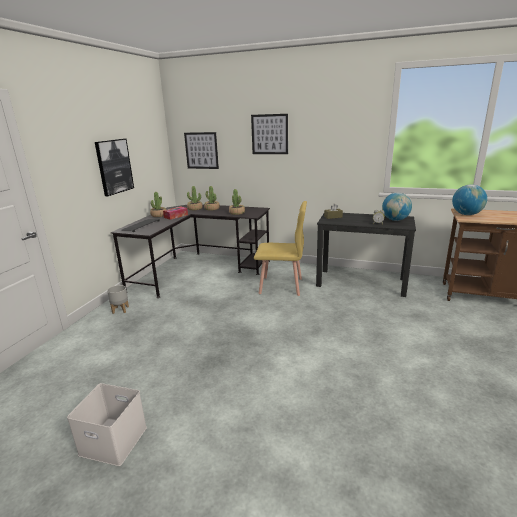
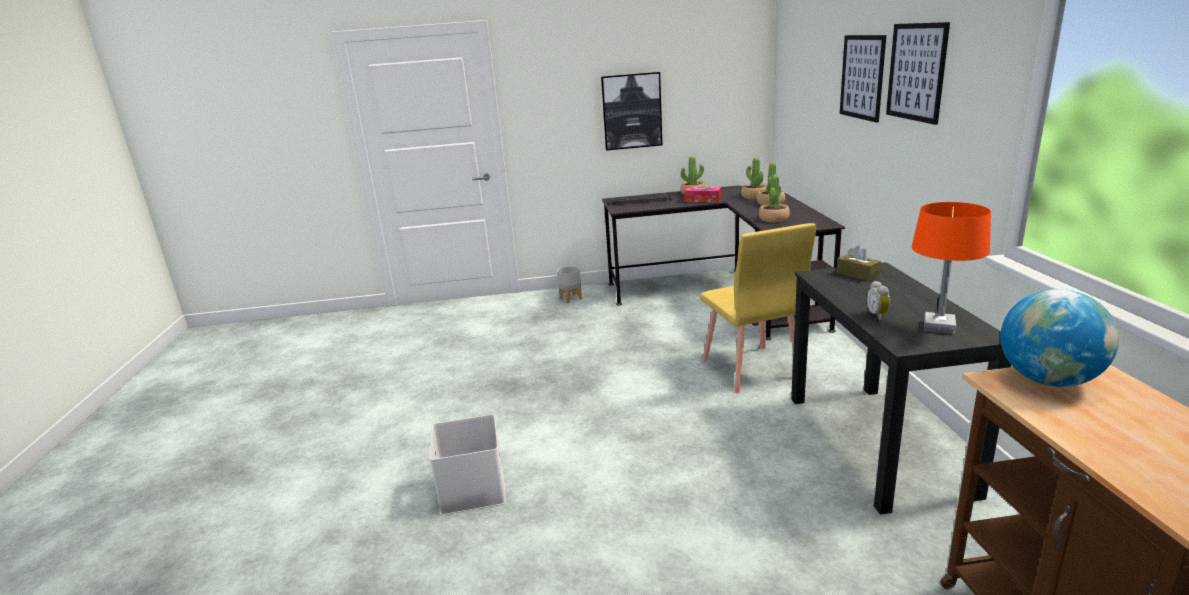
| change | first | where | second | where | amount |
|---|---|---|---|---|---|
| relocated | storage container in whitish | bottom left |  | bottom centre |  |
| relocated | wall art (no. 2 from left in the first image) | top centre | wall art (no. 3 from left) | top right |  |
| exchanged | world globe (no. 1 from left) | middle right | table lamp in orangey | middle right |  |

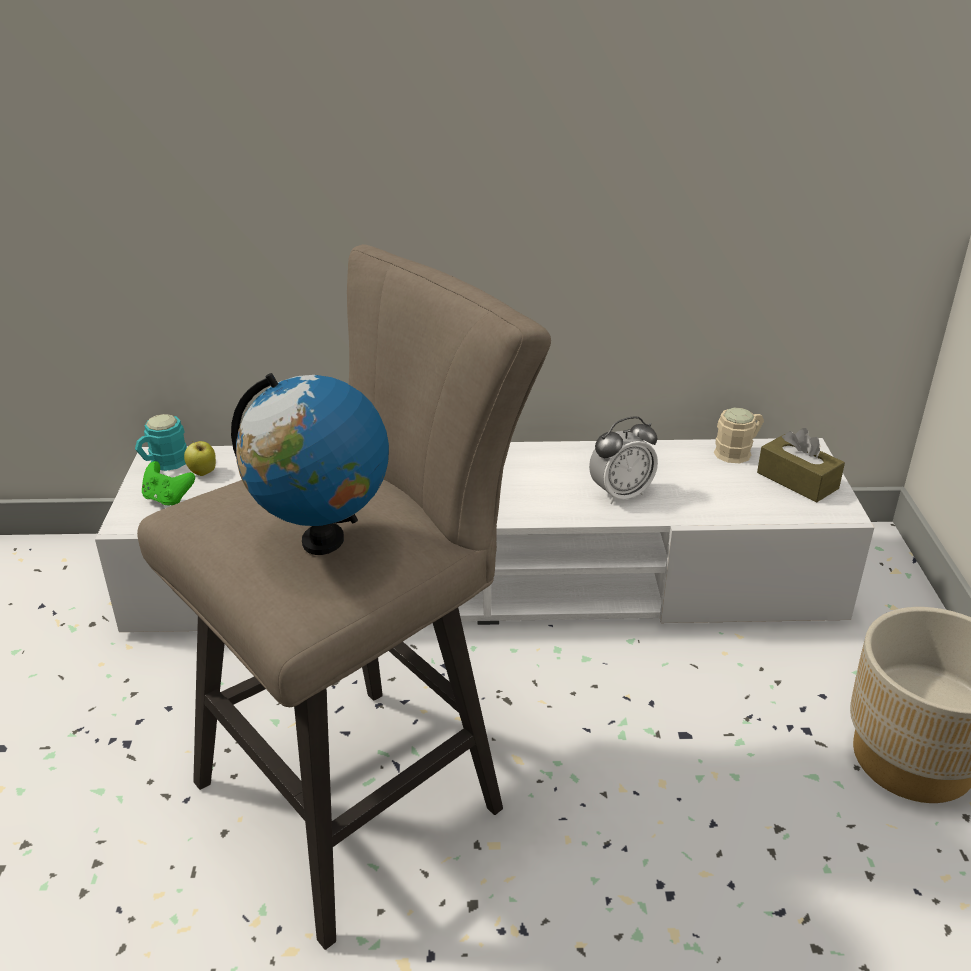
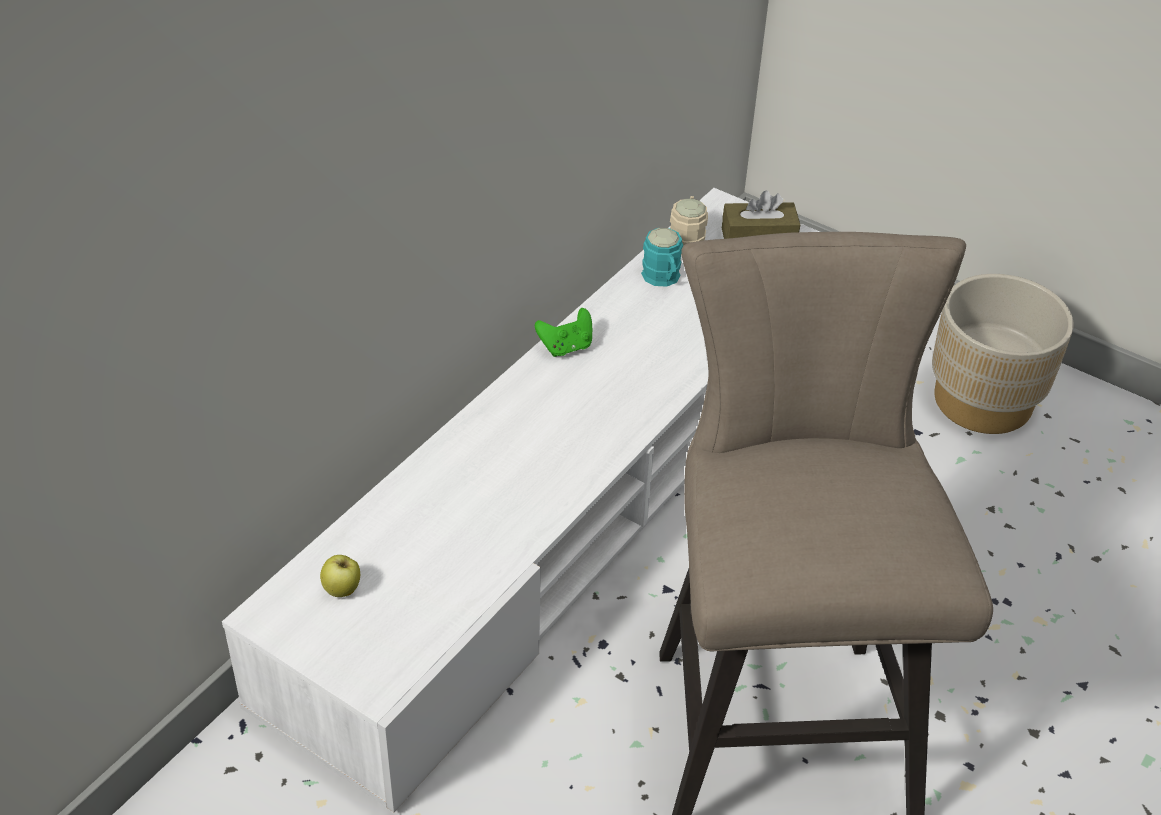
| change | first | where | second | where | amount |
|---|---|---|---|---|---|
| relocated | game controller in green-coloured | middle left |  | centre |  |
| relocated | coffee mug in turquoise-coloured | middle left |  | top centre |  |
| missing | world globe | middle left |  |  |  |
| missing | alarm clock | centre |  |  |  |

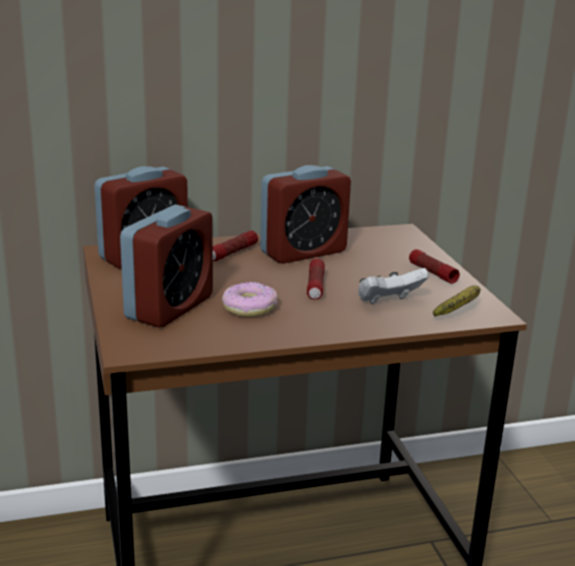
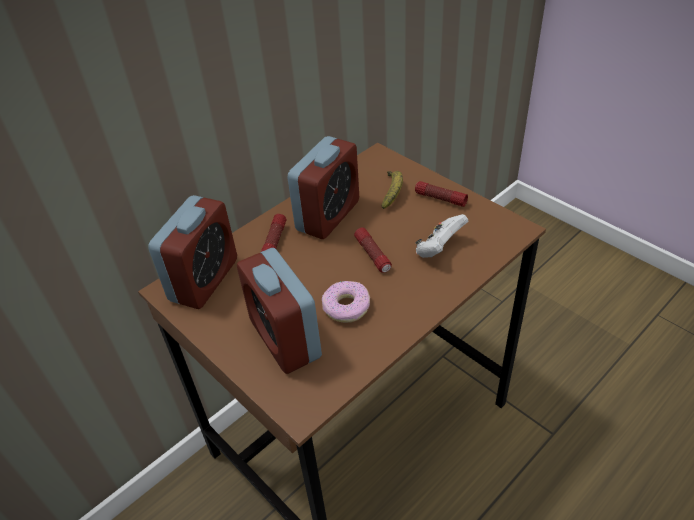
| change | first | where | second | where | amount |
|---|---|---|---|---|---|
| spun | alarm clock (no. 2 from left) | middle left |  | centre | 150 degrees clockwise |
| relocated | whole banana | middle right |  | centre |  |

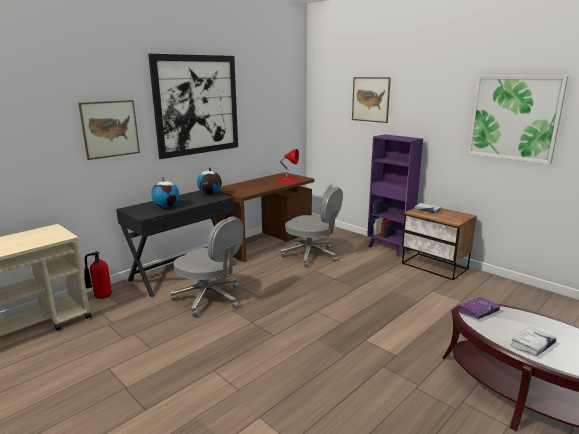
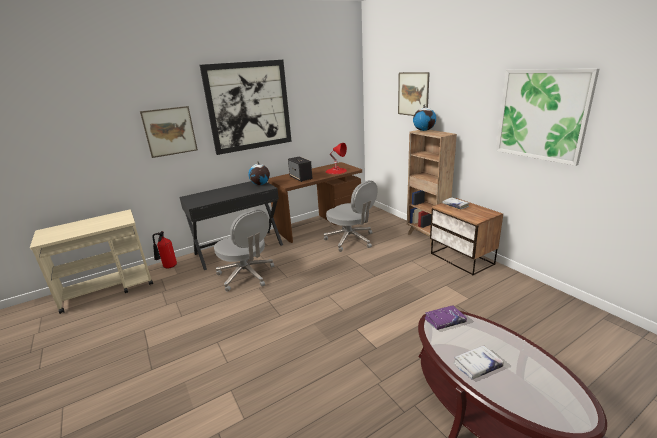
| change | first | where | second | where | amount |
|---|---|---|---|---|---|
| appeared |  |  | speaker | centre |  |
| colour | bookcase in purple | middle right | bookcase in brownish | centre |  |
| relocated | world globe (no. 1 from left in the first image) | middle left | world globe (no. 2 from left) | top centre |  |

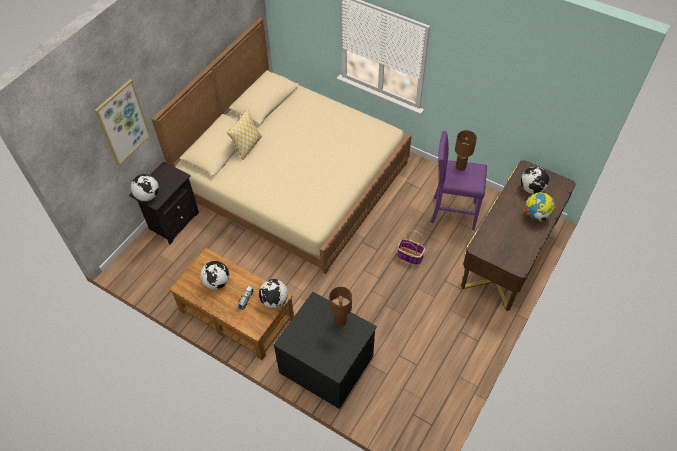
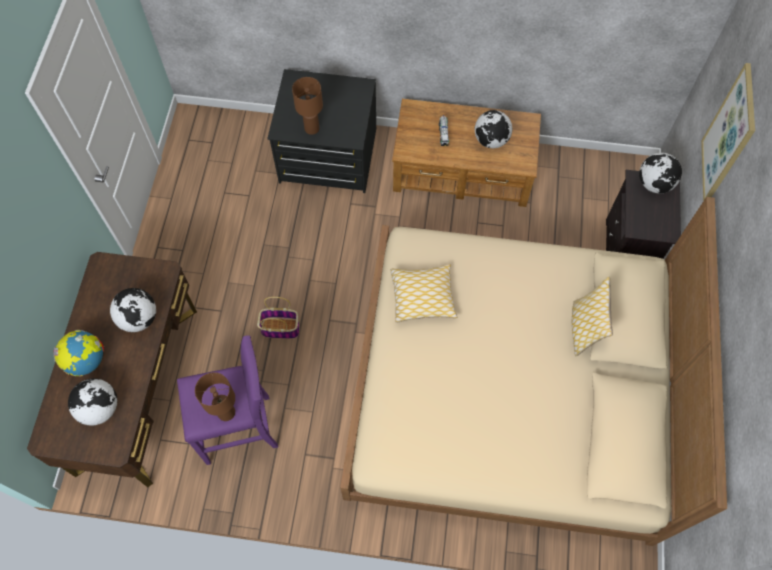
| change | first | where | second | where | amount |
|---|---|---|---|---|---|
| relocated | world globe (no. 3 from left) | centre |  | middle left |  |
| appeared |  |  | cushion (no. 1 from left) | centre |  |

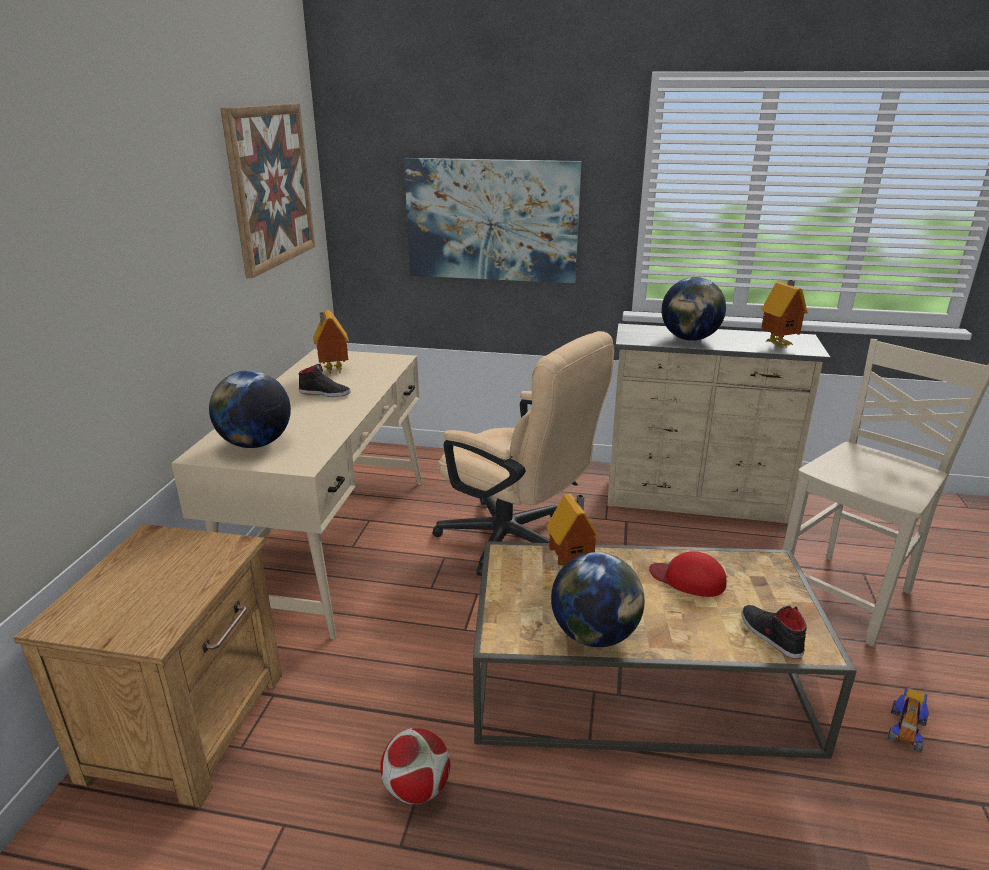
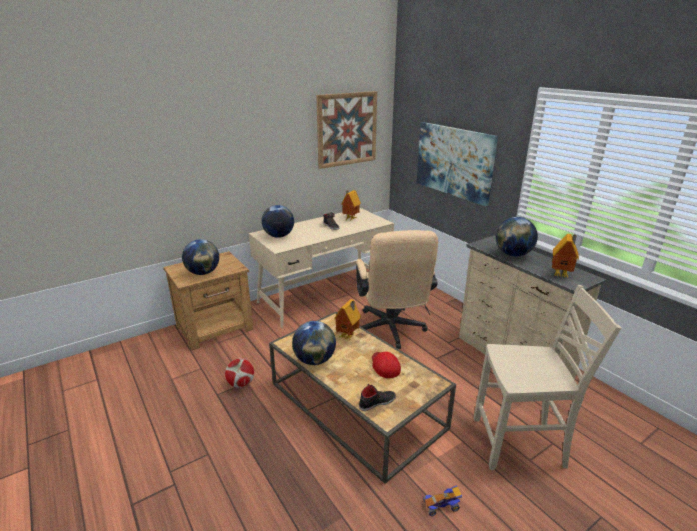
| change | first | where | second | where | amount |
|---|---|---|---|---|---|
| appeared |  |  | world globe (no. 1 from left) | middle left |  |
| spun | low shoe in blackish (no. 2 from left) | bottom right |  | bottom centre | 45 degrees clockwise |

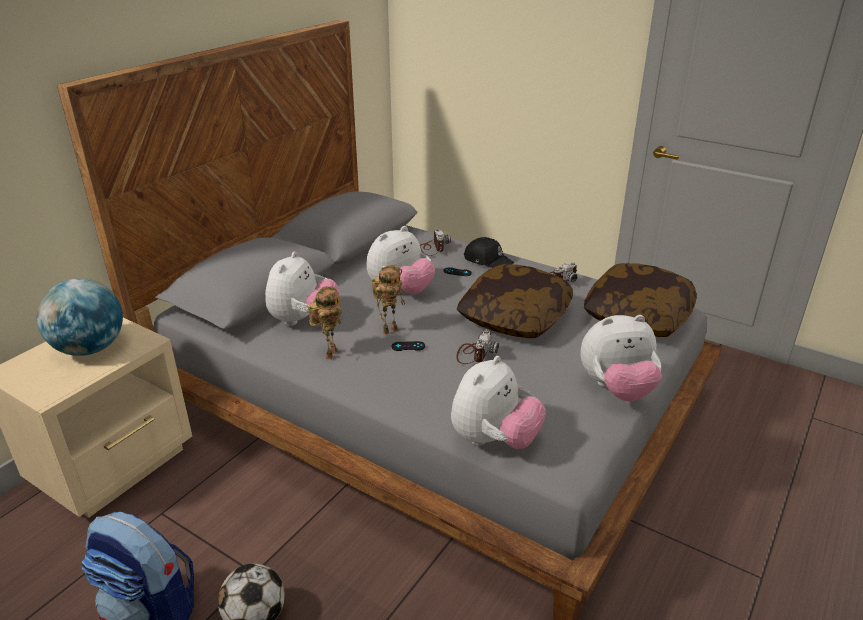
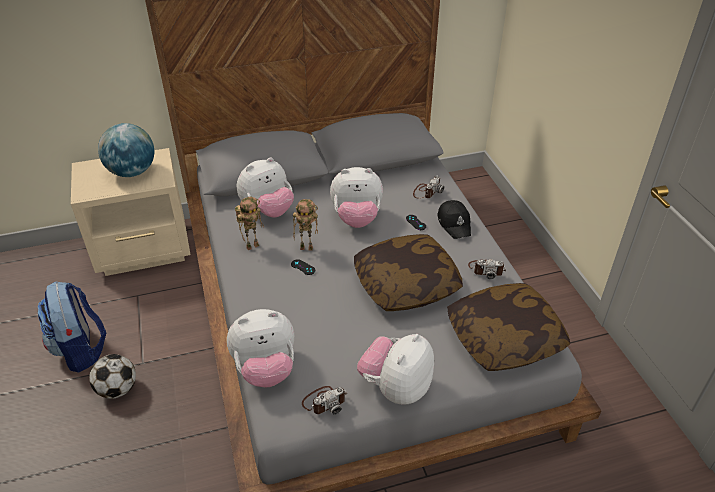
| change | first | where | second | where | amount |
|---|---|---|---|---|---|
| relocated | photo camera (no. 2 from left in the first image) | centre | photo camera (no. 1 from left) | bottom centre |  |
| spun | soft toy (no. 4 from left) | middle right |  | bottom centre | 90 degrees clockwise |

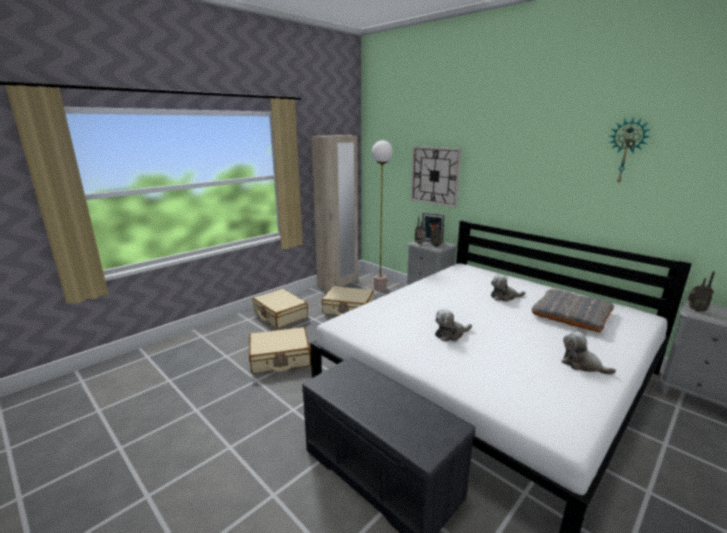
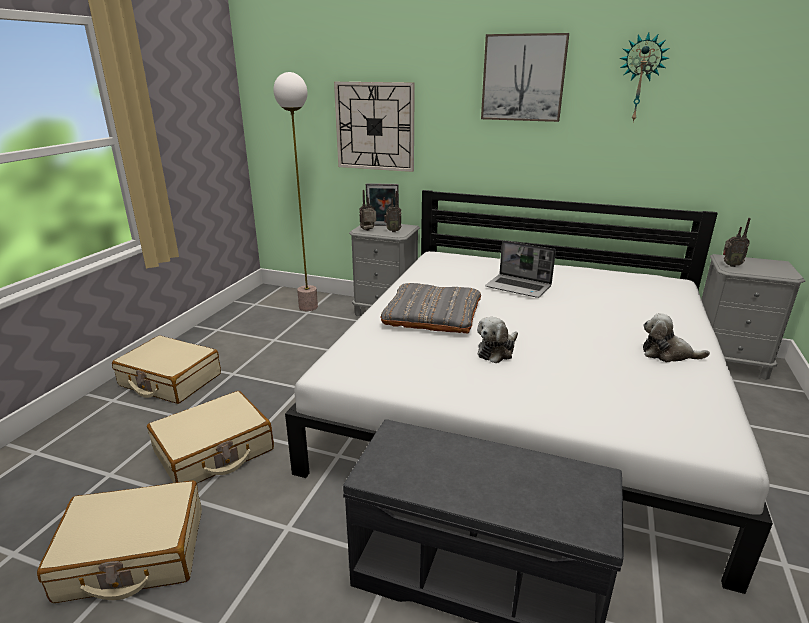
| change | first | where | second | where | amount |
|---|---|---|---|---|---|
| relocated | piece of luggage in sand-coloured (no. 3 from left in the first image) | centre | piece of luggage in sand-coloured (no. 1 from left) | bottom left |  |
| relocated | cushion in gray | middle right |  | centre |  |
| appeared |  |  | wall art | top centre |  |
| exchanged | soft toy (no. 2 from left) | middle right | portable computer | centre |  |
| missing | wardrobe in sand-coloured | centre |  |  |  |

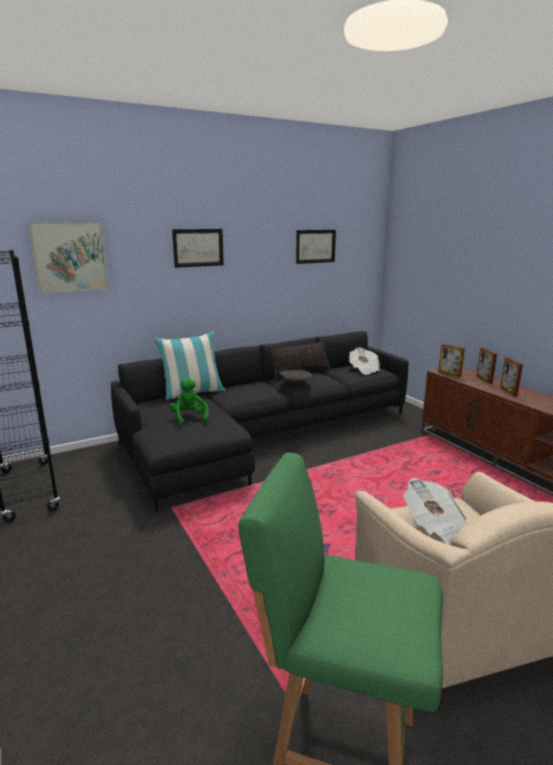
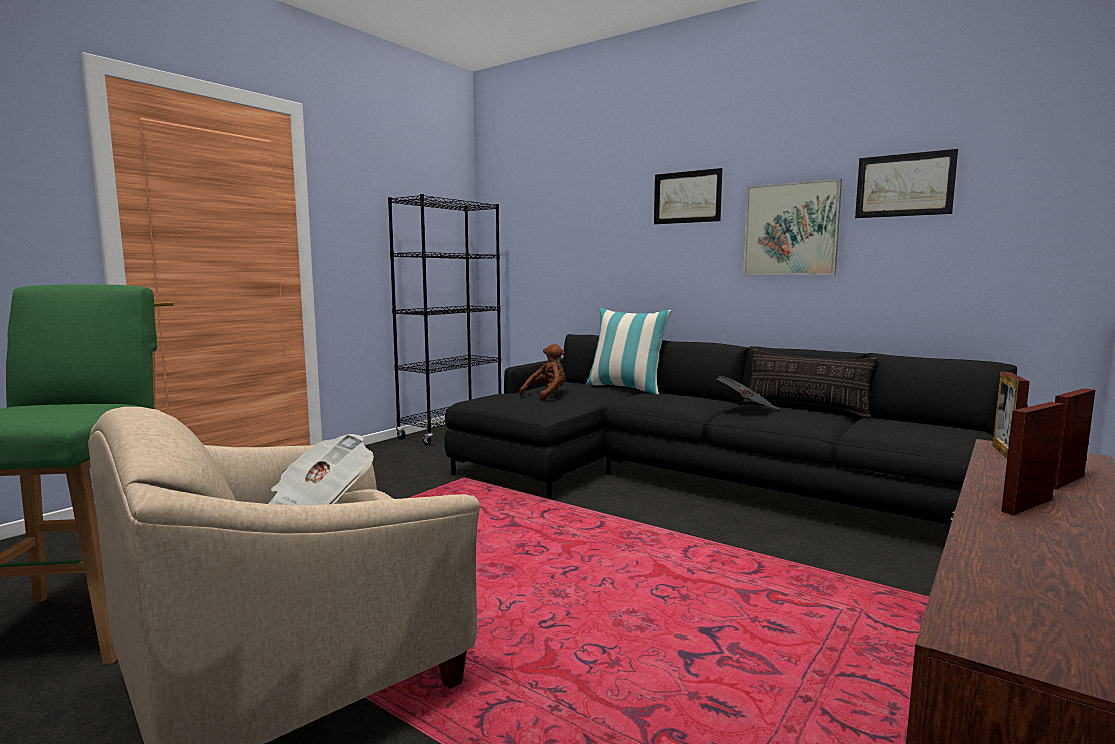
| change | first | where | second | where | amount |
|---|---|---|---|---|---|
| colour | soft toy in green-coloured | centre | soft toy in brownish | centre |  |
| relocated | wall art (no. 1 from left in the first image) | middle left | wall art (no. 2 from left) | top right |  |
| missing | printed paper (no. 2 from left) | centre |  |  |  |

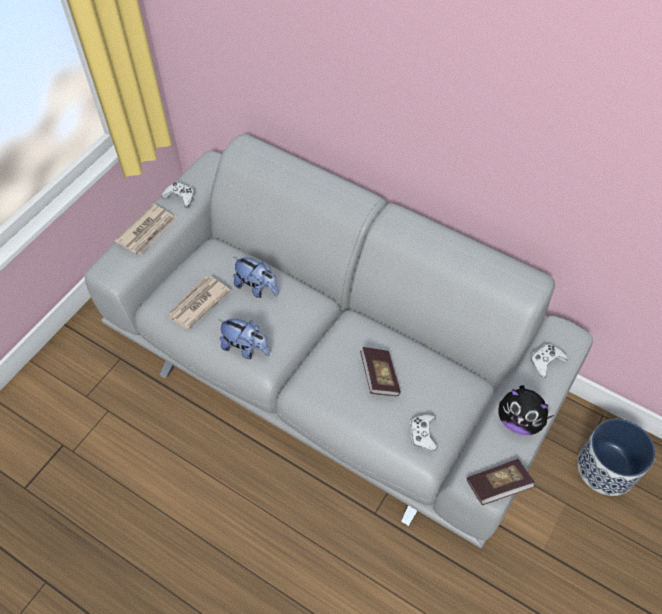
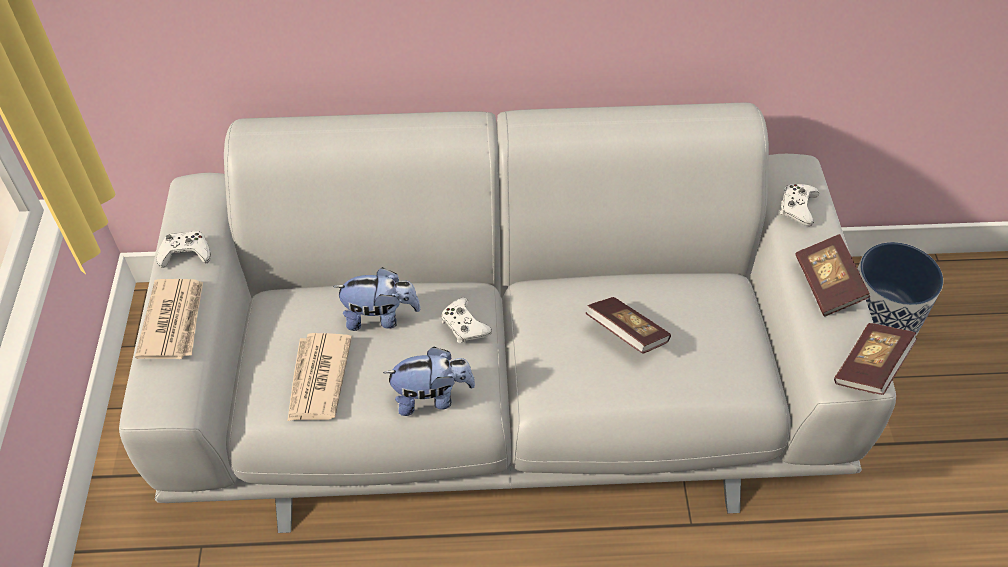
| change | first | where | second | where | amount |
|---|---|---|---|---|---|
| relocated | game controller in whitish (no. 2 from left) | bottom centre |  | centre |  |
| exchanged | soft toy (no. 3 from left) | bottom right | book (no. 2 from left) | middle right |  |

